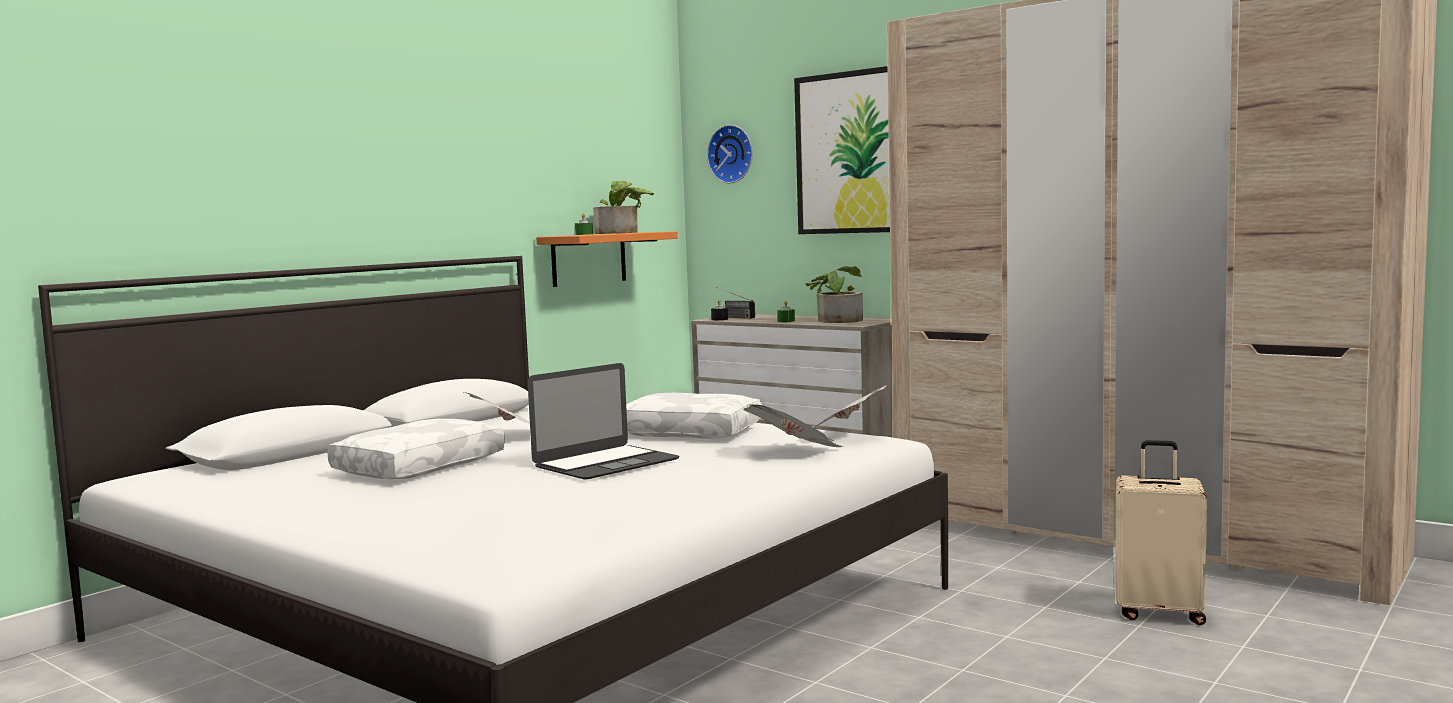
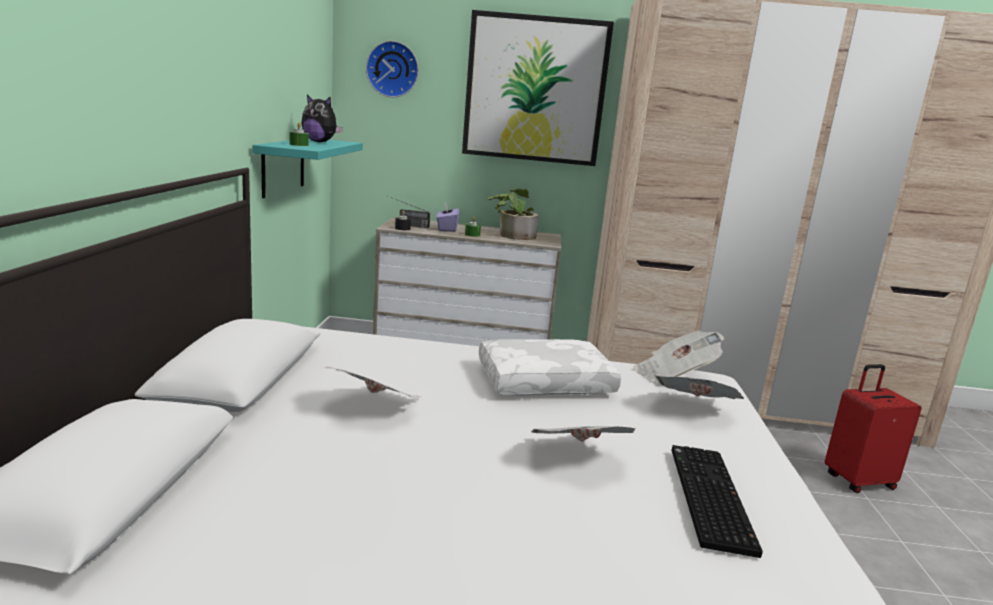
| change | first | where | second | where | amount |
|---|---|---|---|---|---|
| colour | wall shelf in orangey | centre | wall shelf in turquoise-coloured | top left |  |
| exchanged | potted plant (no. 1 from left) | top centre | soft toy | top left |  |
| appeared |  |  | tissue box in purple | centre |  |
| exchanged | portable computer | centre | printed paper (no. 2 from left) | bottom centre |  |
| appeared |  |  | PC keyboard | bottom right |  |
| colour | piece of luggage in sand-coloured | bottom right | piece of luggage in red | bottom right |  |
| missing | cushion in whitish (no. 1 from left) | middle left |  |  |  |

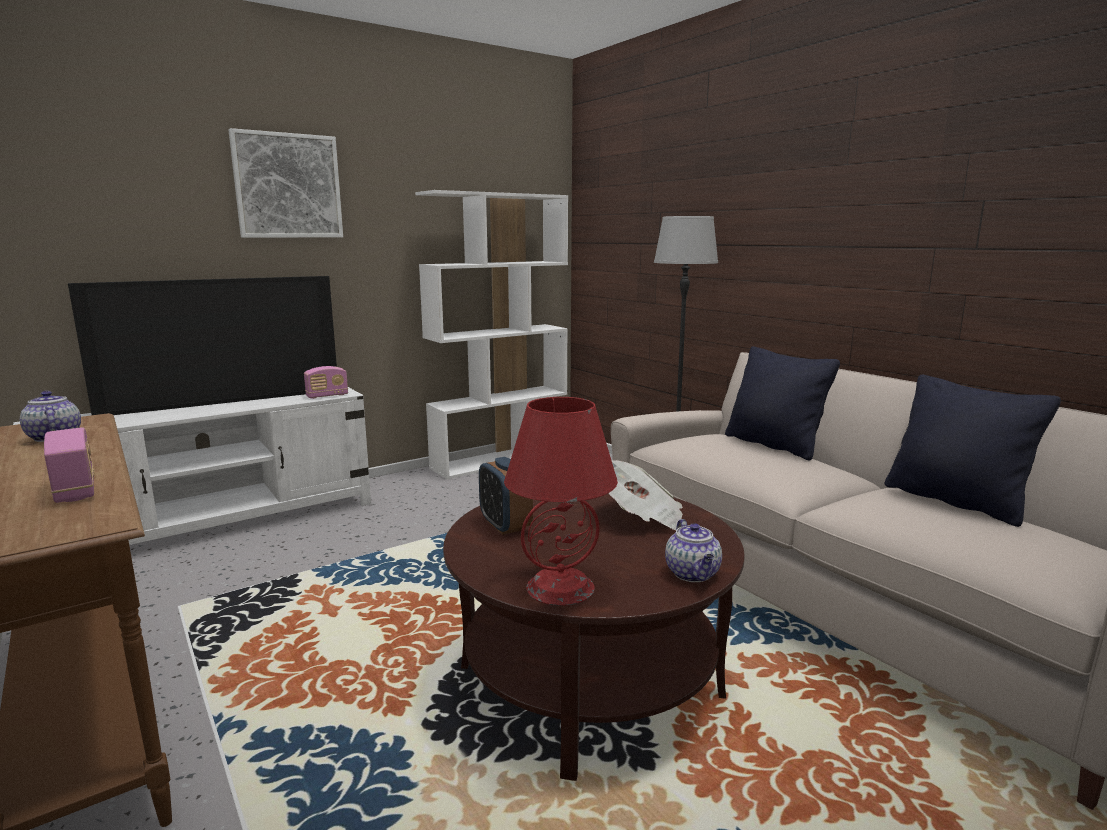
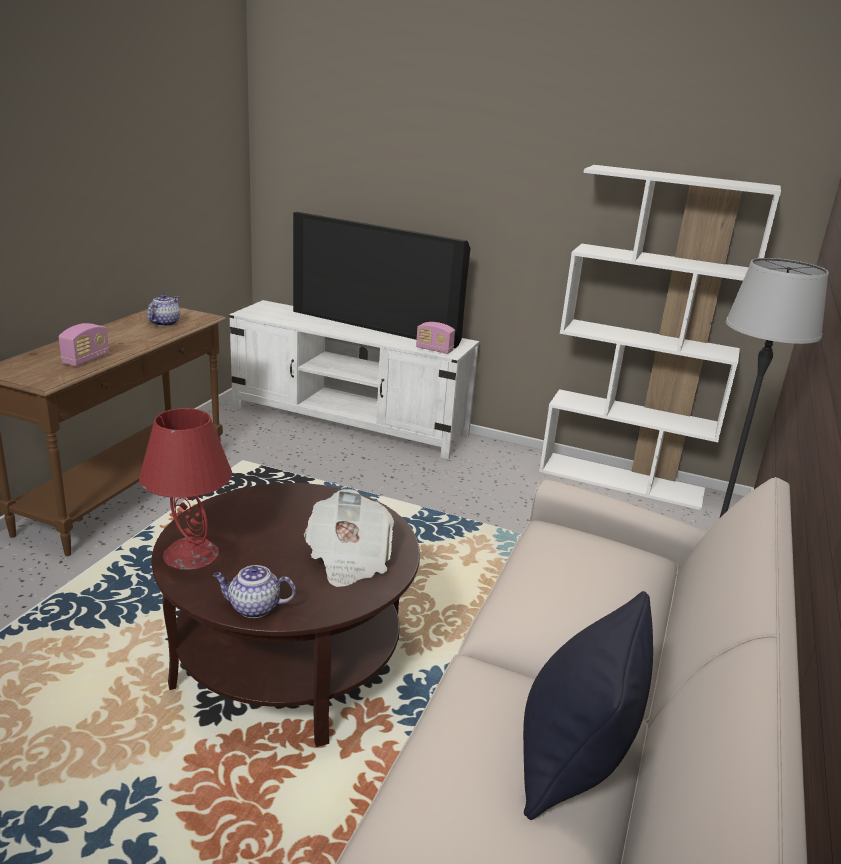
| change | first | where | second | where | amount |
|---|---|---|---|---|---|
| spun | pot for tea (no. 2 from left) | centre |  | bottom left | 45 degrees clockwise |
| missing | wall art | top left |  |  |  |
| missing | alarm clock | centre |  |  |  |
| missing | cushion in blackish (no. 1 from left) | middle right |  |  |  |

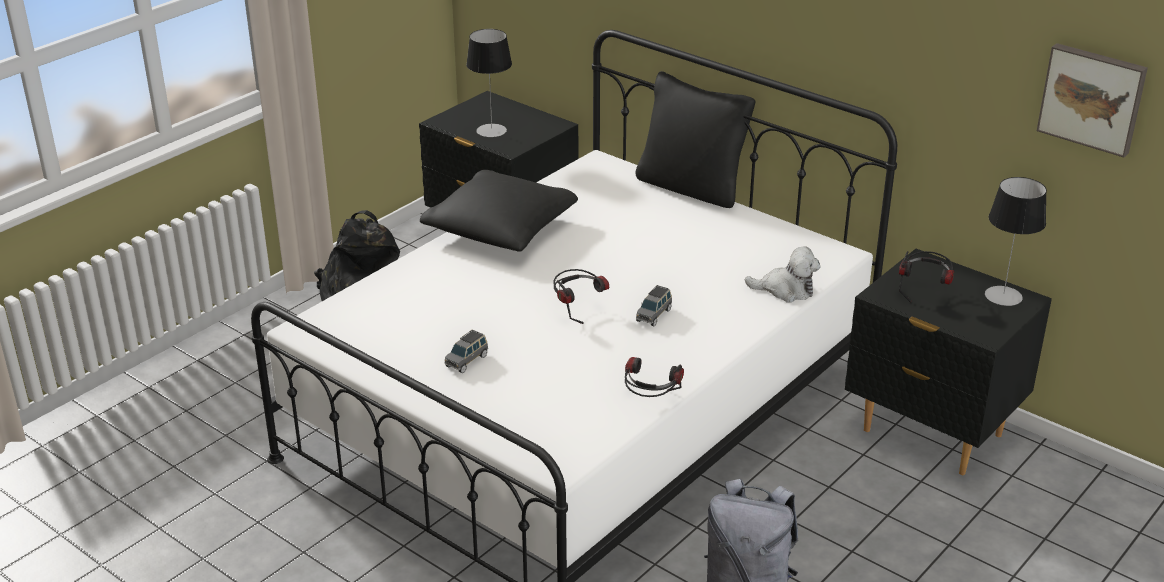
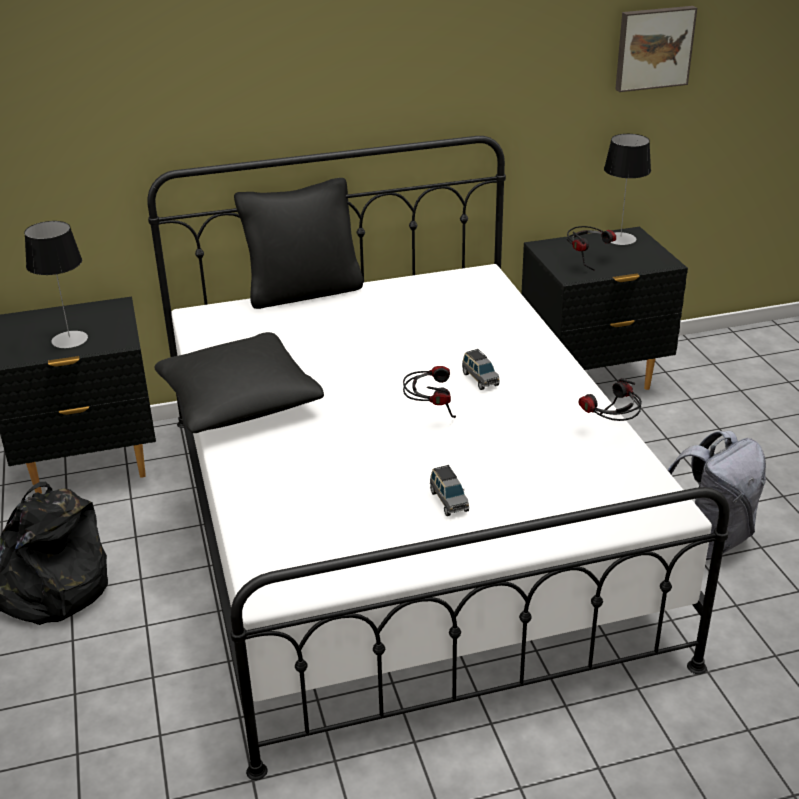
| change | first | where | second | where | amount |
|---|---|---|---|---|---|
| missing | soft toy | middle right |  |  |  |

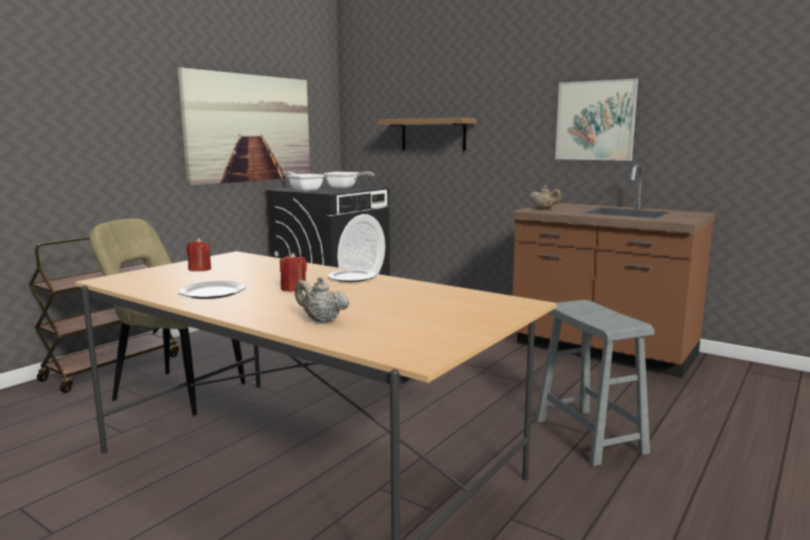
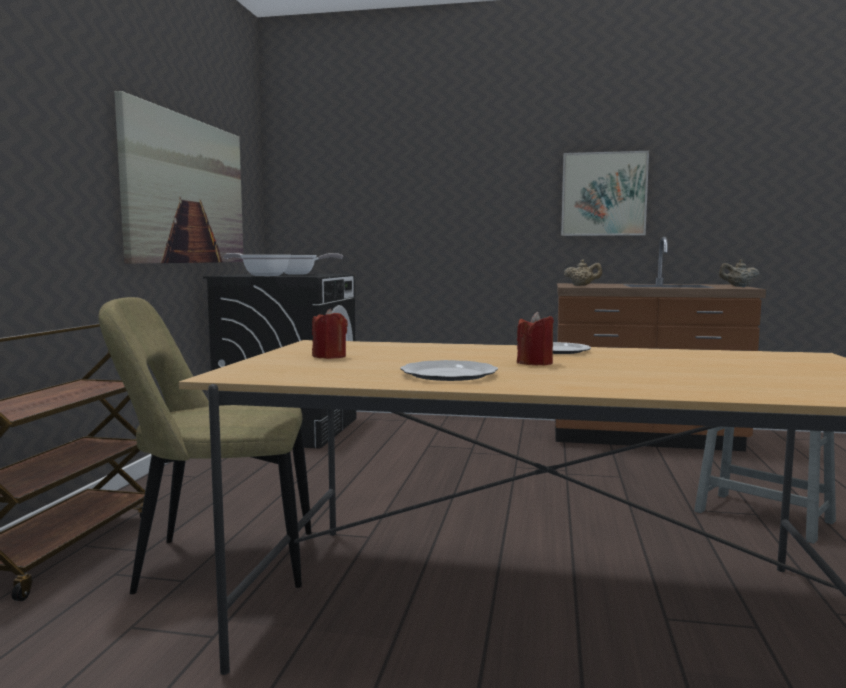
| change | first | where | second | where | amount |
|---|---|---|---|---|---|
| relocated | pot for tea in sand-coloured (no. 1 from left in the first image) | centre | pot for tea in sand-coloured (no. 2 from left) | middle right |  |
| missing | wall shelf | top centre |  |  |  |

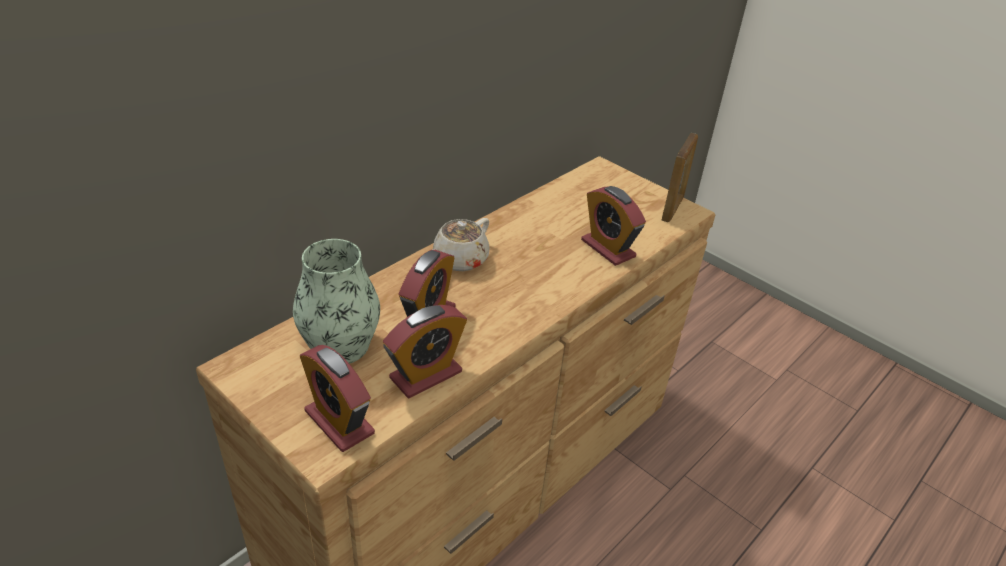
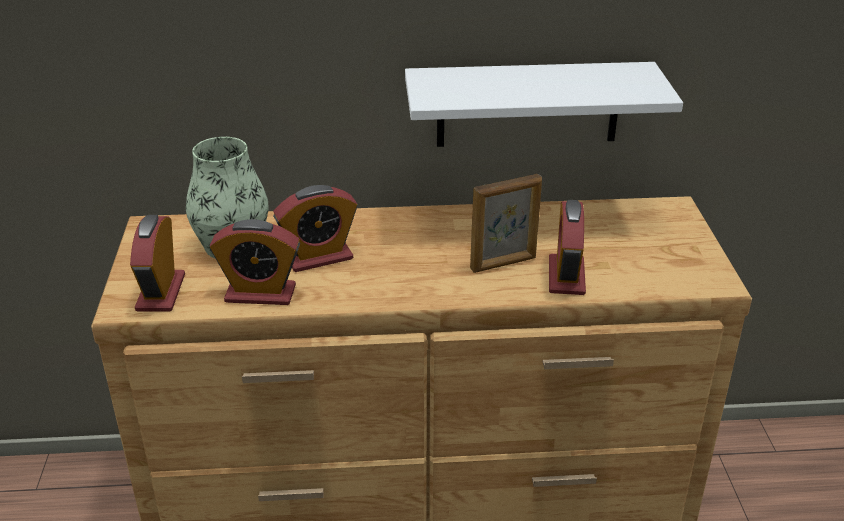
| change | first | where | second | where | amount |
|---|---|---|---|---|---|
| appeared |  |  | wall shelf in whitish | top centre |  |
| relocated | standing frame | top right |  | centre |  |
| missing | pot for tea in sand-coloured | centre |  |  |  |

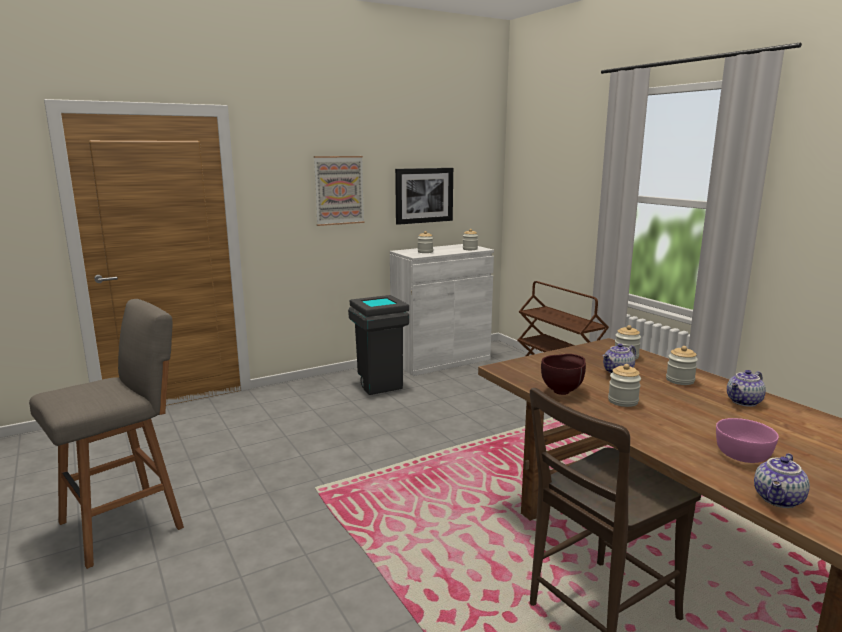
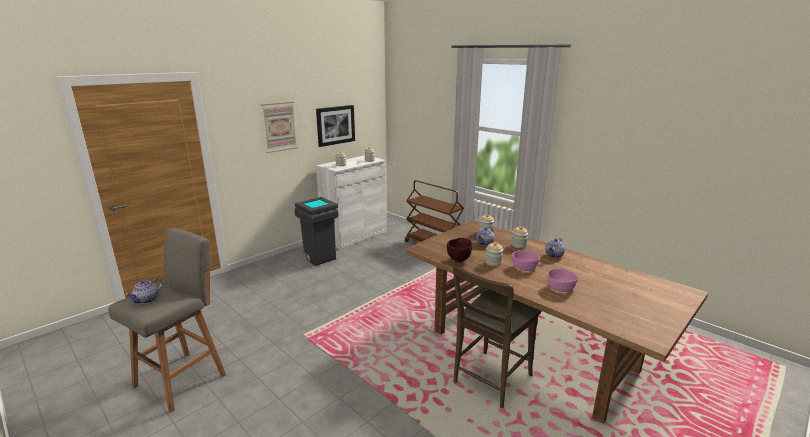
| change | first | where | second | where | amount |
|---|---|---|---|---|---|
| relocated | pot for tea (no. 3 from left in the first image) | bottom right | pot for tea (no. 1 from left) | middle left |  |
| appeared |  |  | deep dish in pinkish (no. 1 from left) | centre |  |

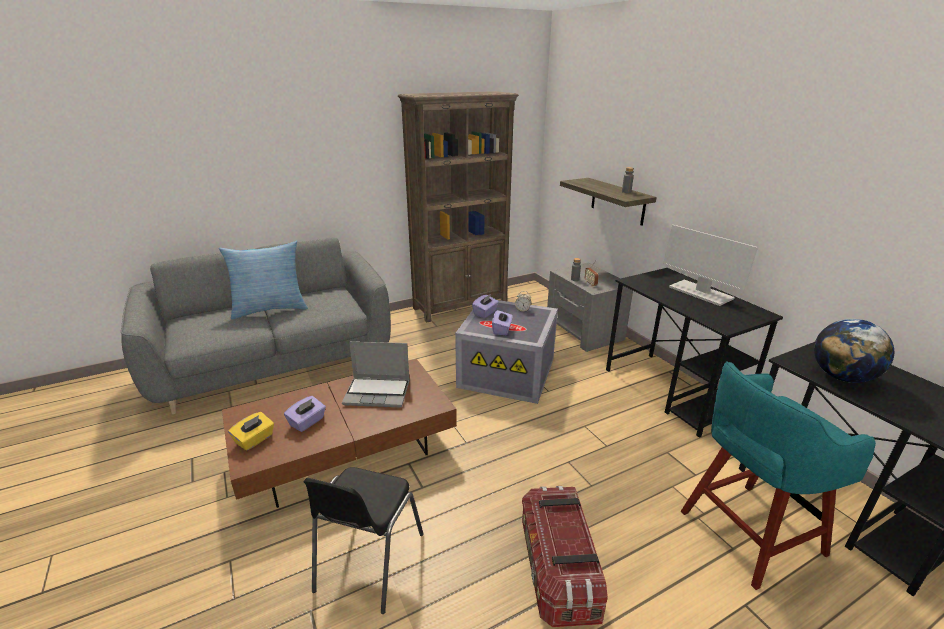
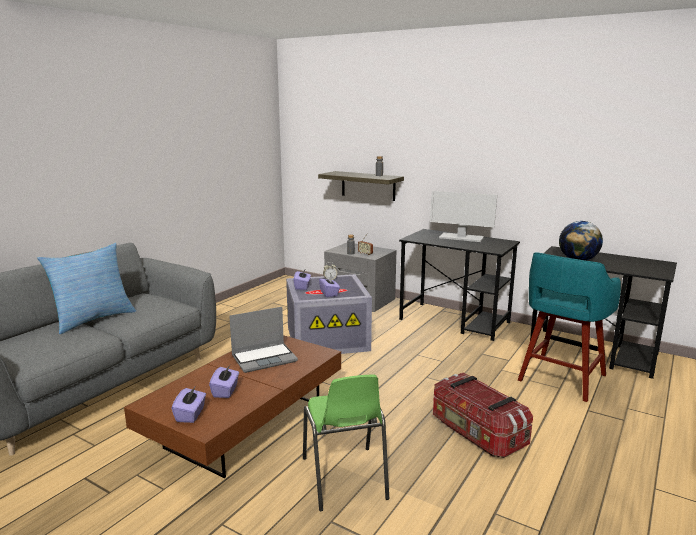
| change | first | where | second | where | amount |
|---|---|---|---|---|---|
| colour | tissue box in yellow-coloured | bottom left | tissue box in purple (no. 1 from left) | bottom left |  |
| colour | upright chair in blackish | bottom centre | upright chair in green-coloured | bottom centre |  |
| missing | bookcase in brownish | top centre |  |  |  |

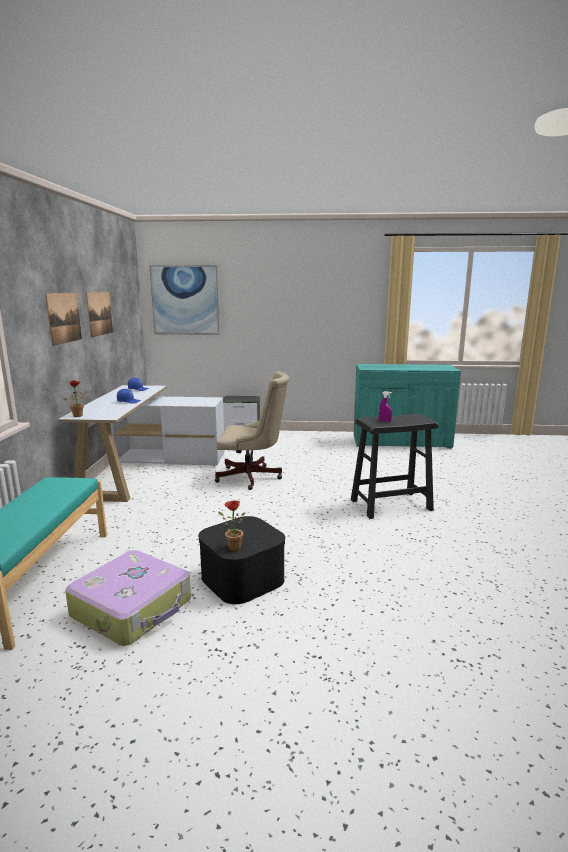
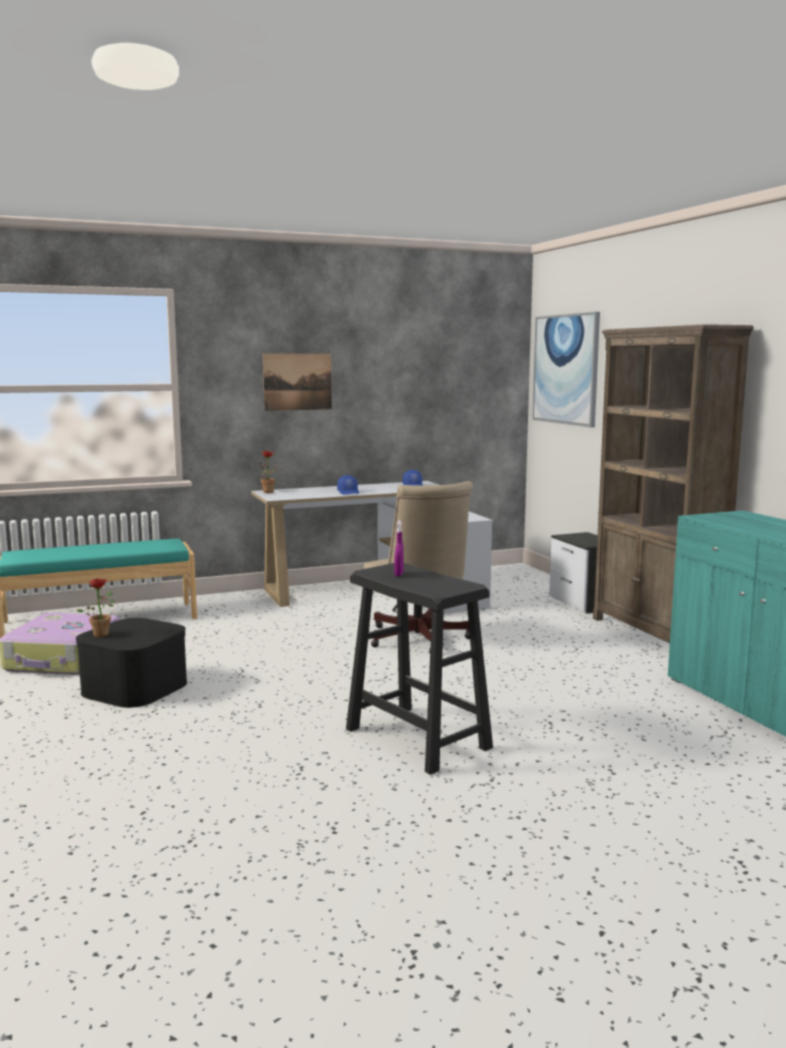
| change | first | where | second | where | amount |
|---|---|---|---|---|---|
| appeared |  |  | bookcase in brownish | middle right |  |
| missing | wall art (no. 2 from left) | middle left |  |  |  |

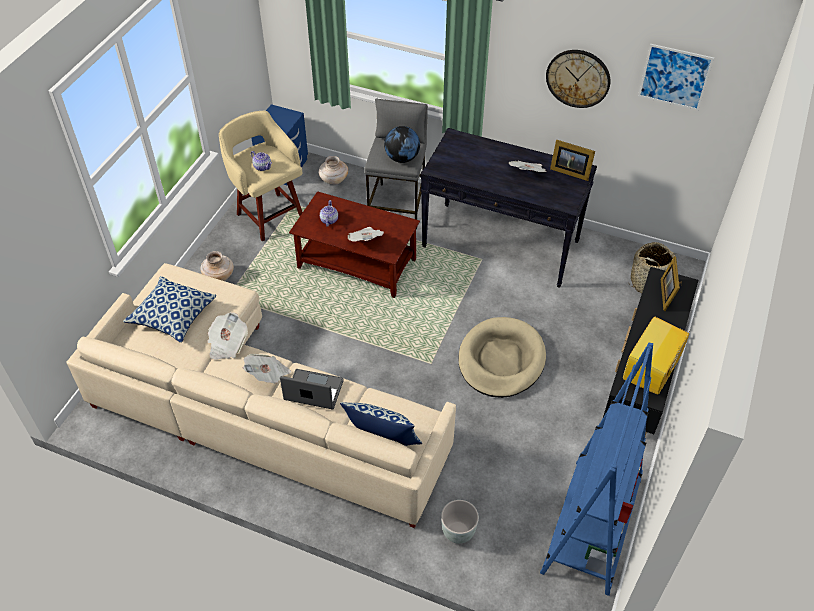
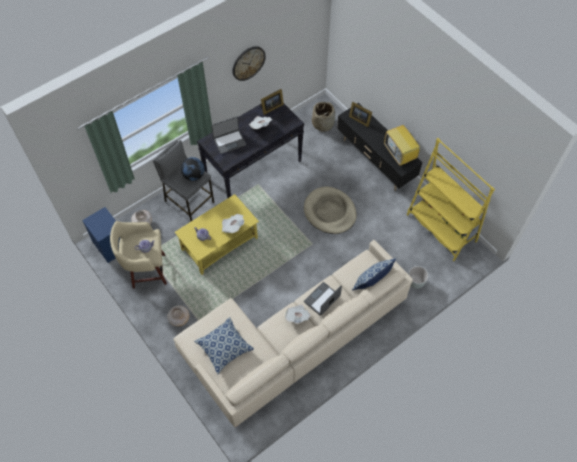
| change | first | where | second | where | amount |
|---|---|---|---|---|---|
| colour | lounge table in brownish | centre | lounge table in yellow-coloured | centre |  |
| appeared |  |  | portable computer (no. 1 from left) | top centre |  |
| colour | bookcase in blue-coloured | bottom right | bookcase in yellow-coloured | middle right |  |
| missing | printed paper (no. 1 from left) | middle left |  |  |  |
| missing | wall art | top right |  |  |  |

